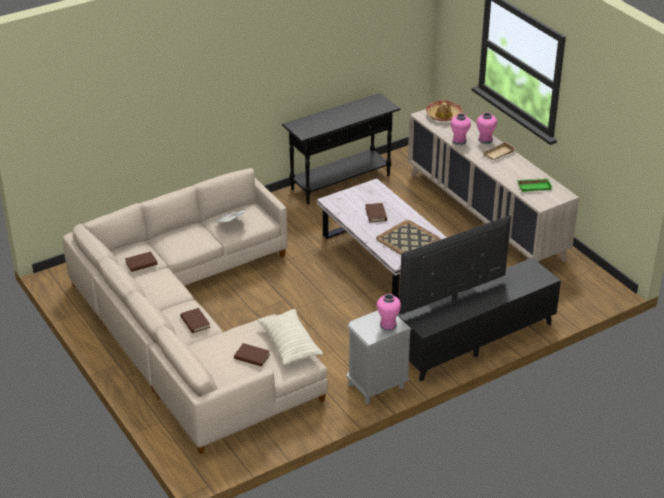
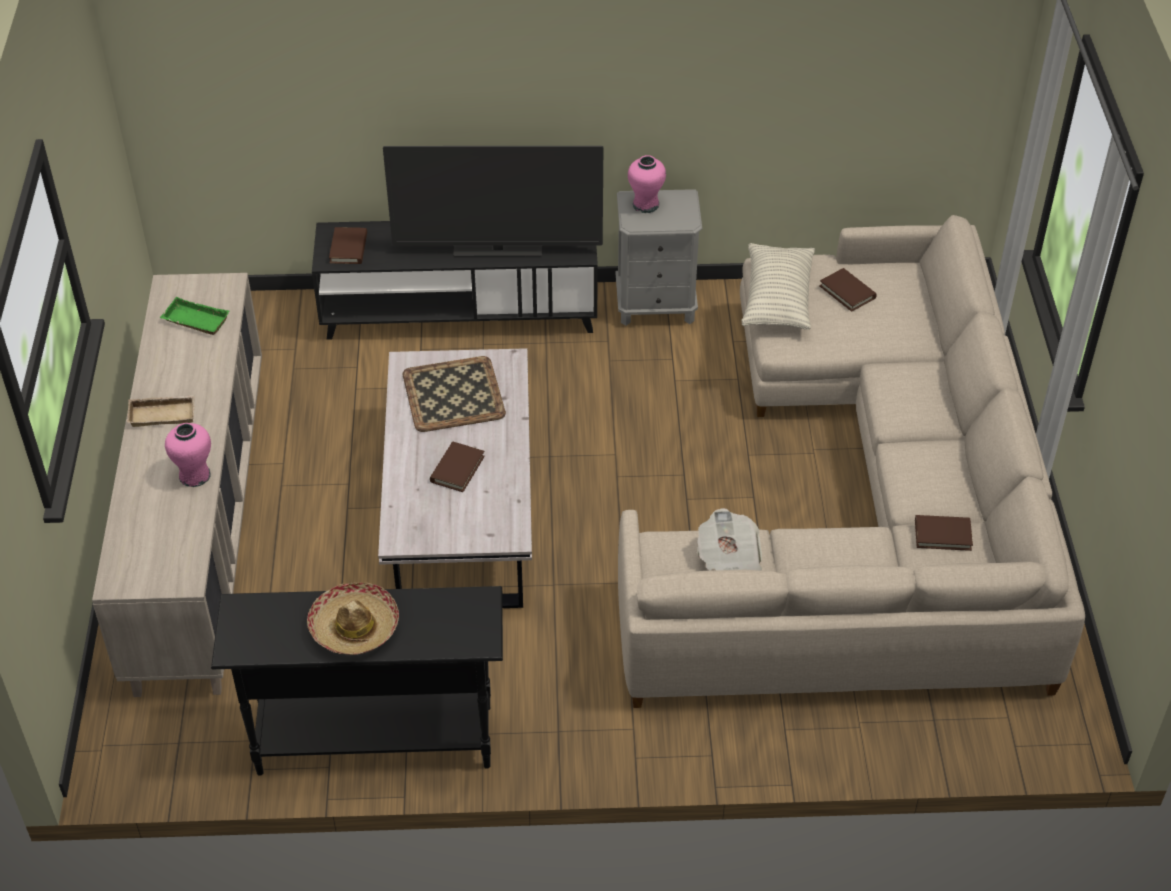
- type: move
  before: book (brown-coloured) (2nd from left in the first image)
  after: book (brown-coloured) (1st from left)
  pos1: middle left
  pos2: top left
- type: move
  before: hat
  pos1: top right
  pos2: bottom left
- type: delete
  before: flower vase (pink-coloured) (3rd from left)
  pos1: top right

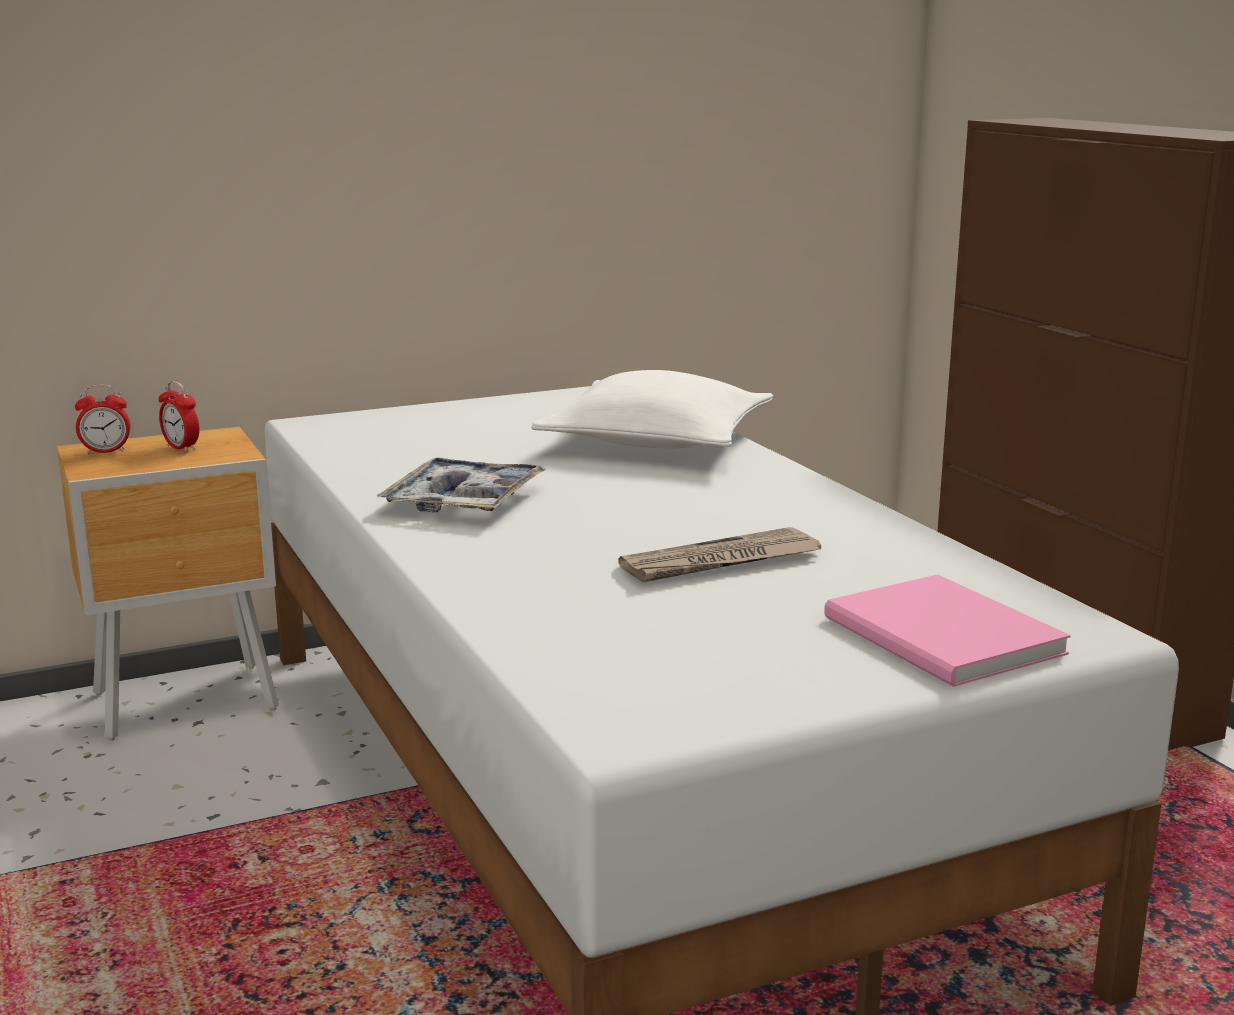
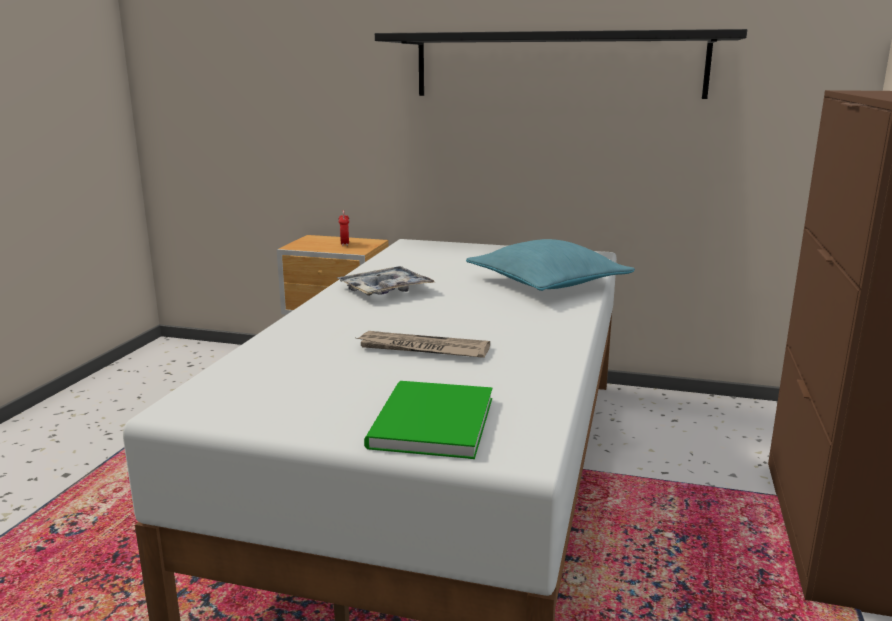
- type: delete
  before: table clock (1st from left)
  pos1: middle left
- type: recolor
  before: pillow (white-coloured)
  after: pillow (blue-green)
  pos1: centre
  pos2: centre
- type: recolor
  before: book (pink-coloured)
  after: book (green-coloured)
  pos1: middle right
  pos2: bottom centre
- type: insert
  after: shelf (black-coloured)
  pos2: top centre

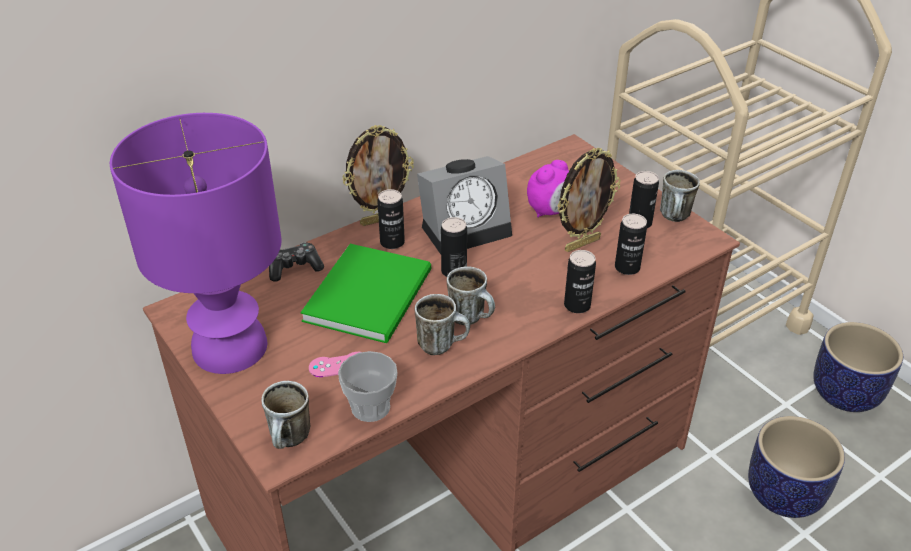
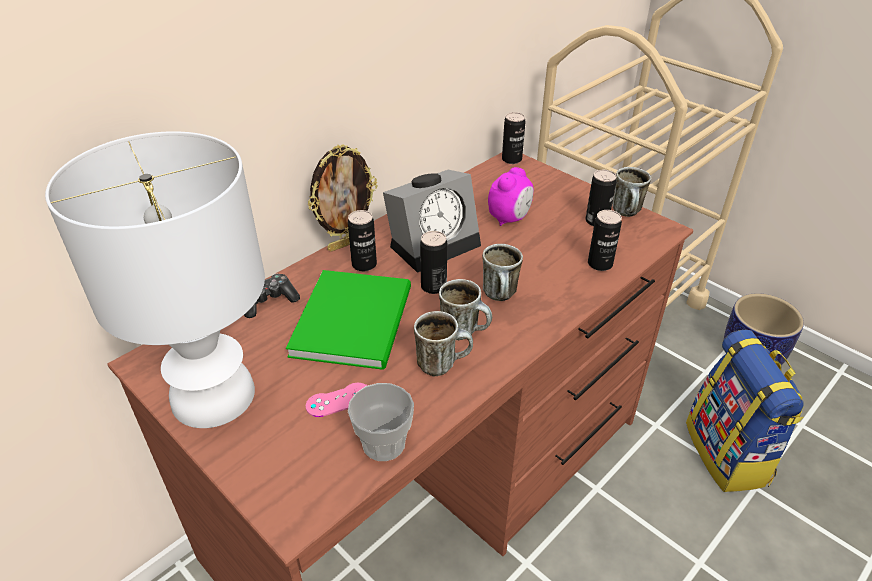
- type: recolor
  before: table lamp (purple)
  after: table lamp (white-coloured)
  pos1: middle left
  pos2: middle left
- type: move
  before: mug (1st from left in the first image)
  after: mug (3rd from left)
  pos1: bottom left
  pos2: centre
- type: delete
  before: picture frame (2nd from left)
  pos1: centre
- type: move
  before: sealed can (3rd from left)
  pos1: centre
  pos2: top centre
- type: replace
  before: planter (1st from left)
  after: rucksack
  pos1: bottom right
  pos2: bottom right

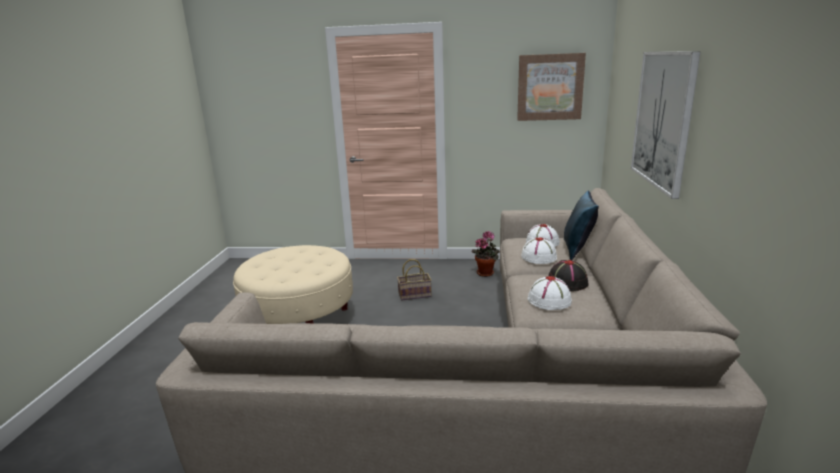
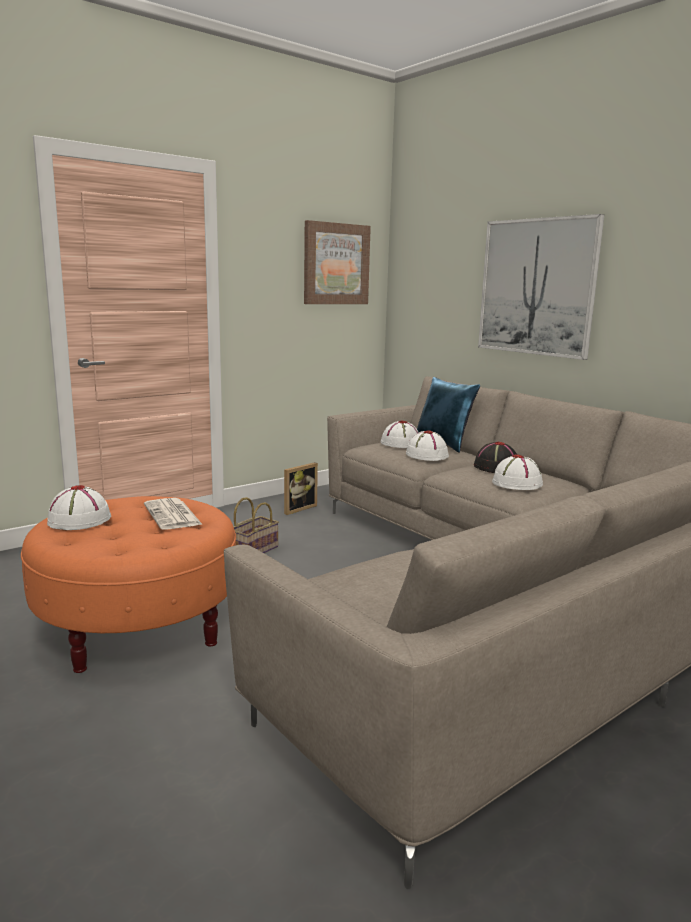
- type: recolor
  before: ottoman (sand-coloured)
  after: ottoman (orange)
  pos1: centre
  pos2: middle left
- type: replace
  before: potted plant
  after: picture frame
  pos1: centre
  pos2: centre
- type: insert
  after: hat (white-coloured) (1st from left)
  pos2: middle left
- type: insert
  after: daily paper
  pos2: middle left

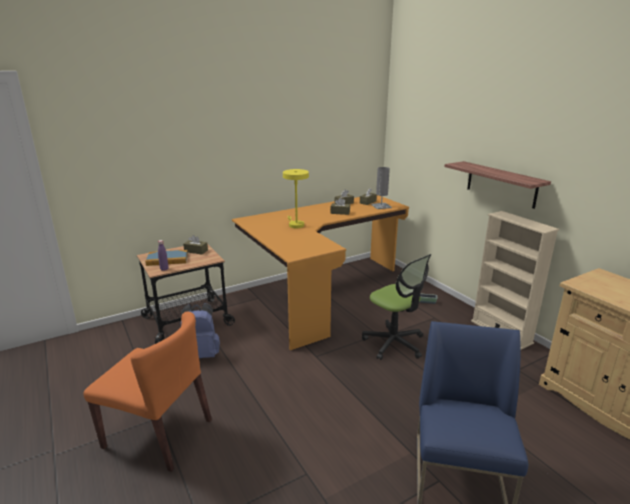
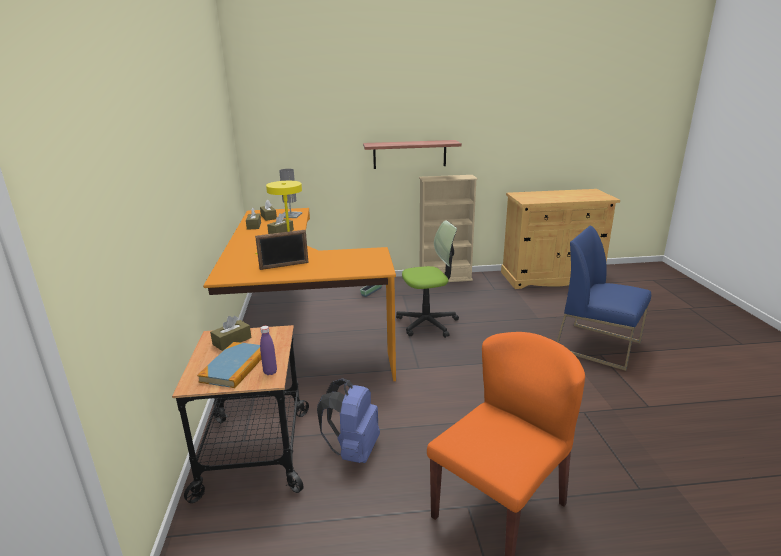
- type: insert
  after: picture frame
  pos2: centre

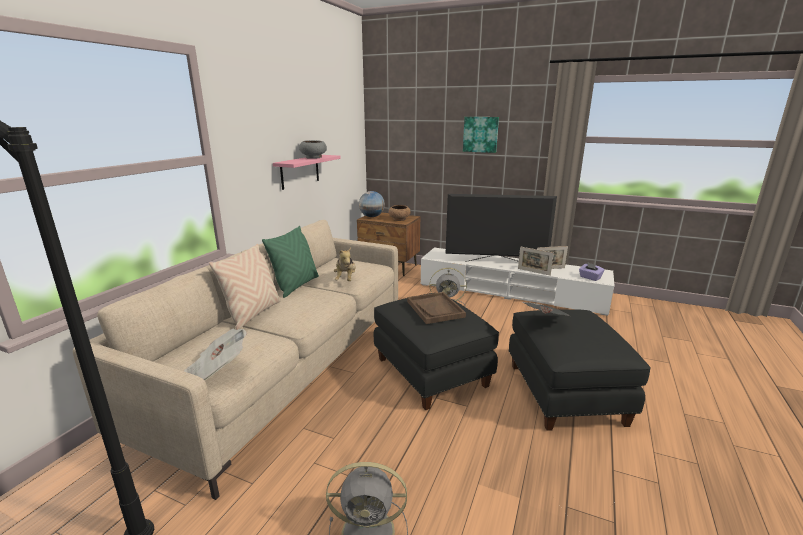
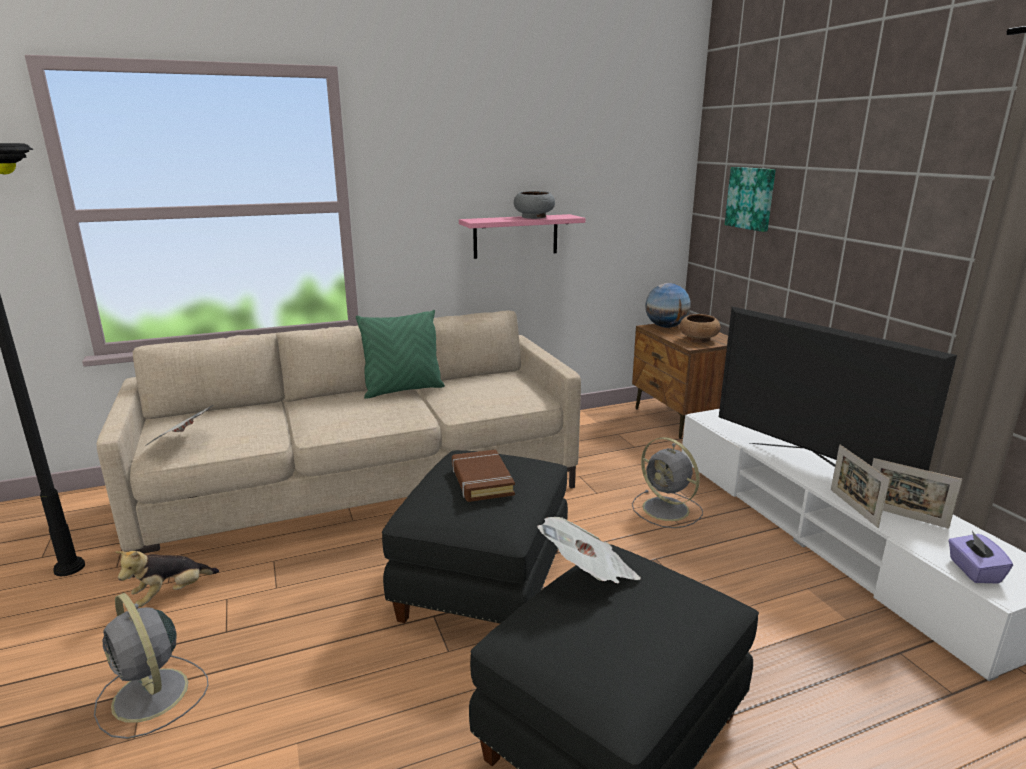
- type: delete
  before: pillow (sand-coloured)
  pos1: middle left
- type: move
  before: cuddly toy
  pos1: centre
  pos2: bottom left
- type: replace
  before: tray (brown-coloured)
  after: book (brown-coloured)
  pos1: centre
  pos2: centre
- type: move
  before: wall picture
  pos1: top centre
  pos2: top right

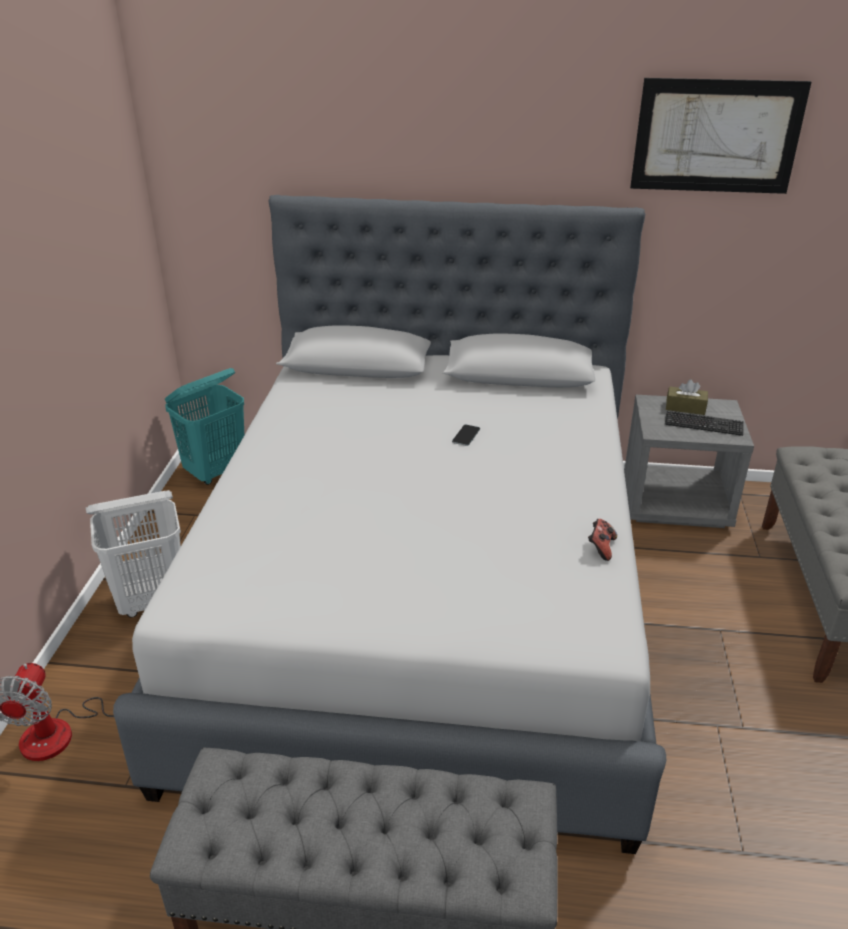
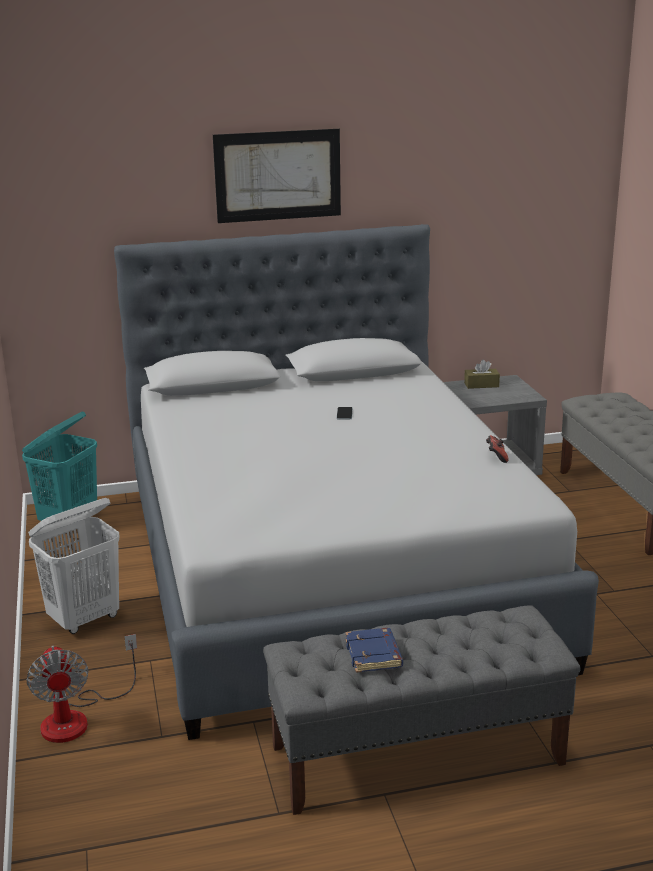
- type: move
  before: wall picture
  pos1: top right
  pos2: top centre
- type: delete
  before: computer keyboard
  pos1: middle right
- type: insert
  after: book (bluish)
  pos2: bottom centre

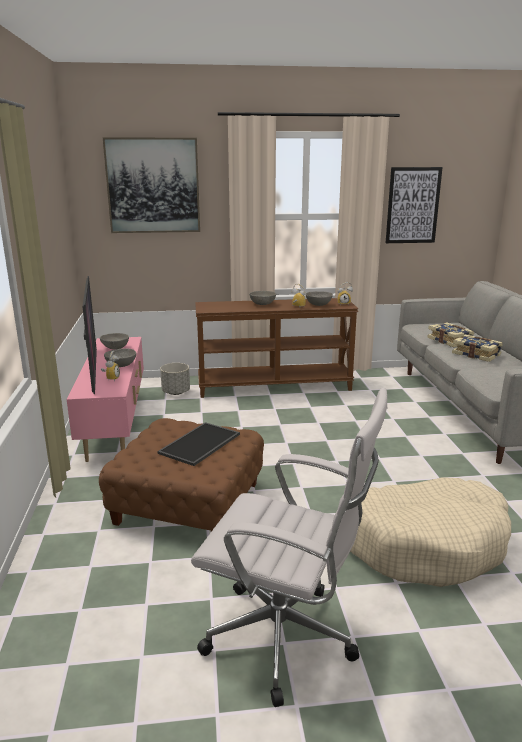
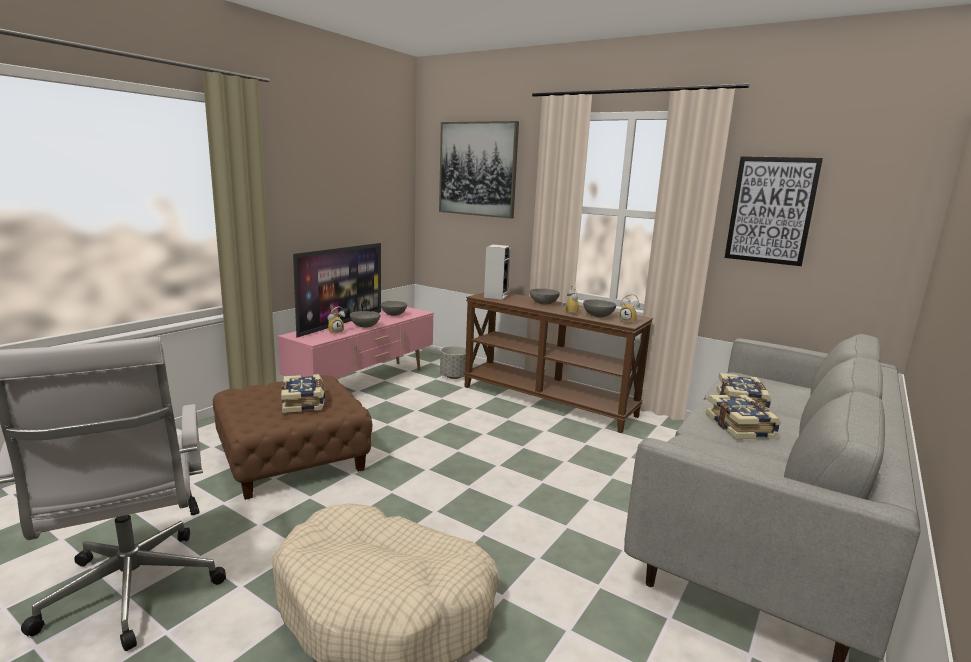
- type: replace
  before: tray
  after: book (1st from left)
  pos1: centre
  pos2: middle left
- type: insert
  after: speaker
  pos2: centre

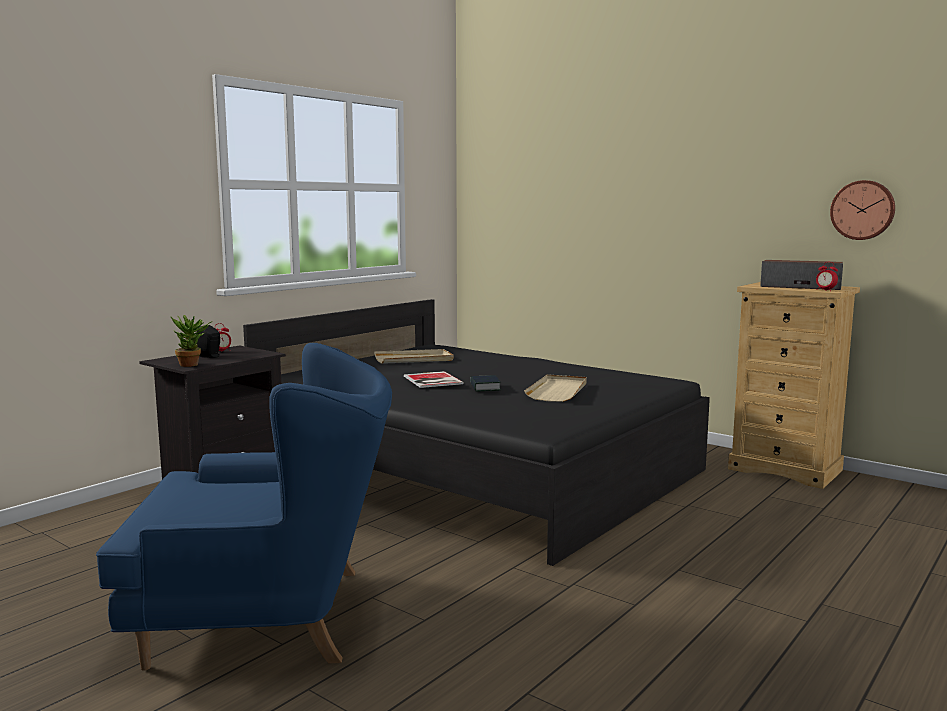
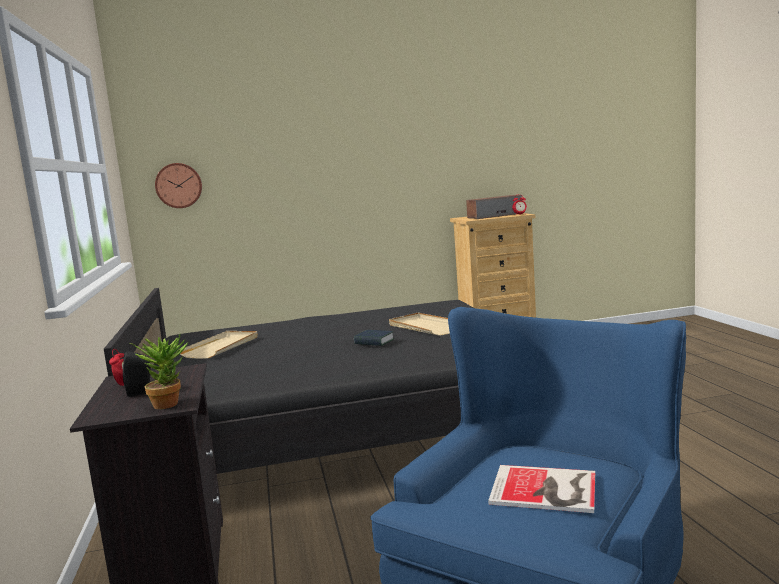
- type: move
  before: book (1st from left in the first image)
  after: book (2nd from left)
  pos1: centre
  pos2: bottom right
- type: move
  before: hanging clock
  pos1: top right
  pos2: top left

